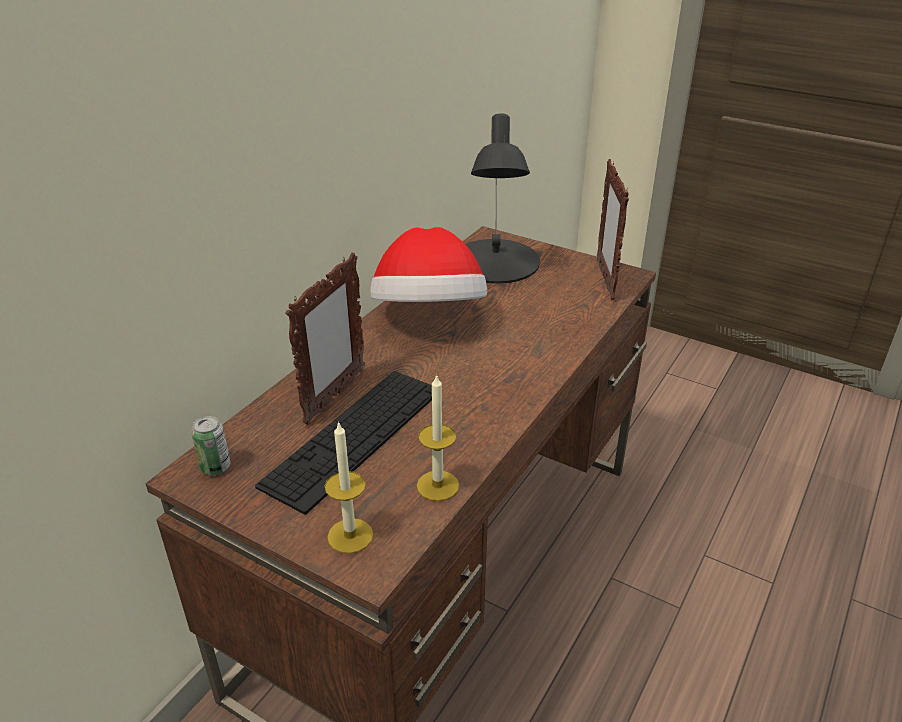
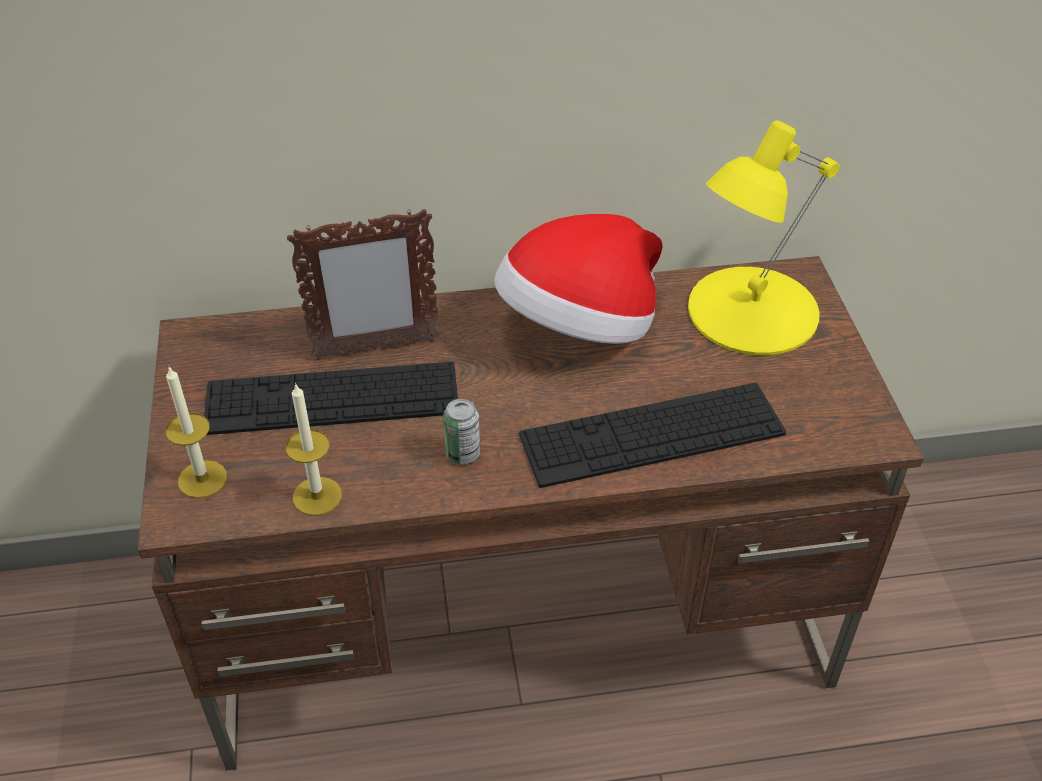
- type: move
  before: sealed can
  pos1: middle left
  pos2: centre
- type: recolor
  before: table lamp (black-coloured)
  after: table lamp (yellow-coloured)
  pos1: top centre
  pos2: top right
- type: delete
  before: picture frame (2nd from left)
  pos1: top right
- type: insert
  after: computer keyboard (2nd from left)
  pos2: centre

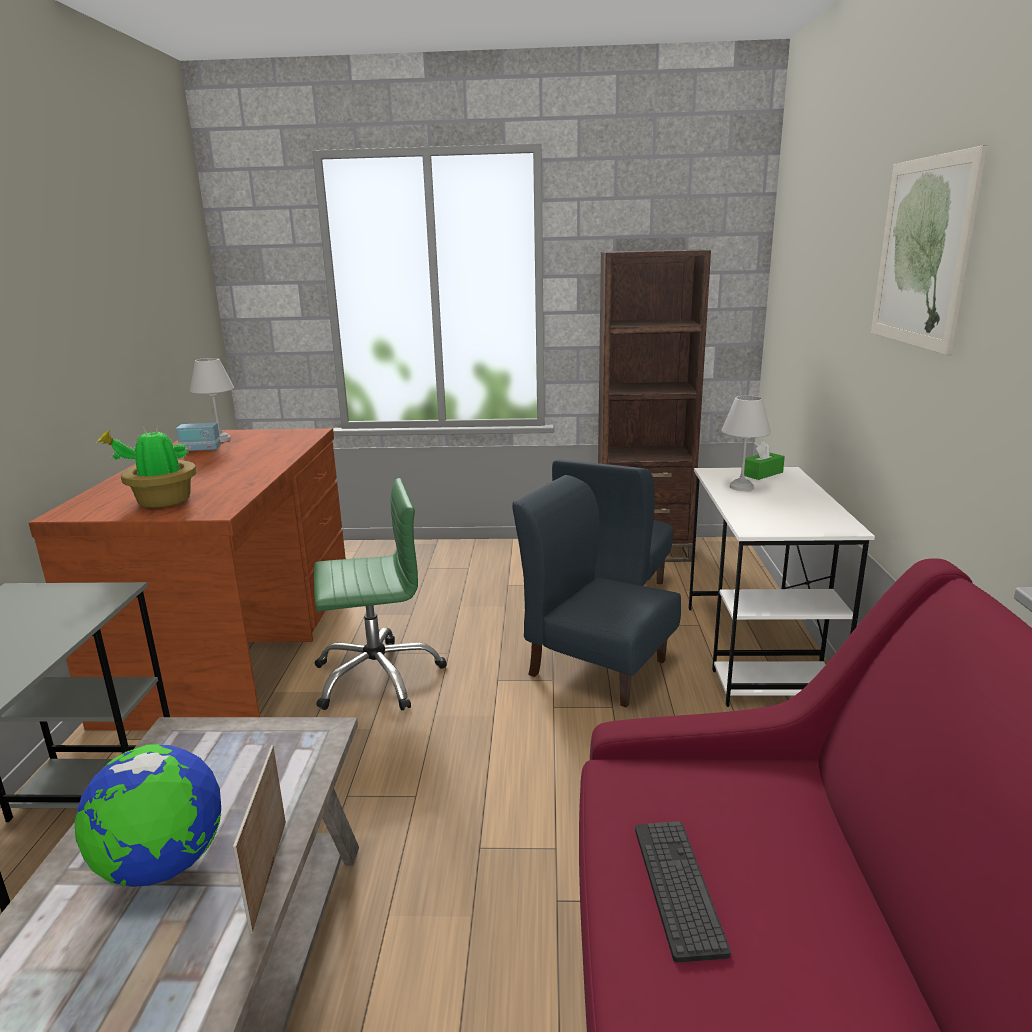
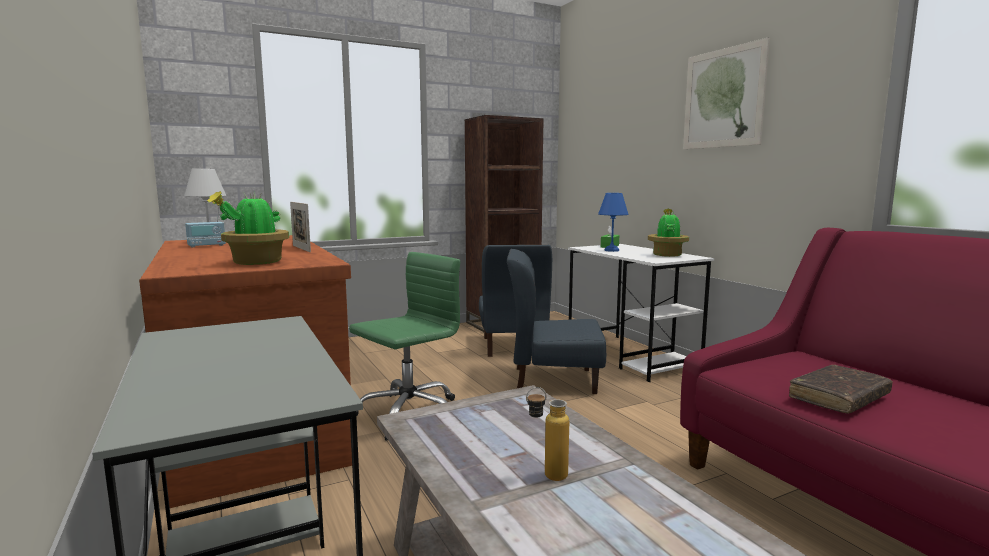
- type: replace
  before: desk globe
  after: bottle
  pos1: bottom left
  pos2: bottom centre
- type: move
  before: picture frame
  pos1: bottom left
  pos2: middle left
- type: replace
  before: computer keyboard
  after: book (brown-coloured)
  pos1: bottom centre
  pos2: bottom right
- type: recolor
  before: table lamp (white-coloured) (2nd from left)
  after: table lamp (bluish)
  pos1: middle right
  pos2: centre
- type: insert
  after: potted plant (2nd from left)
  pos2: middle right

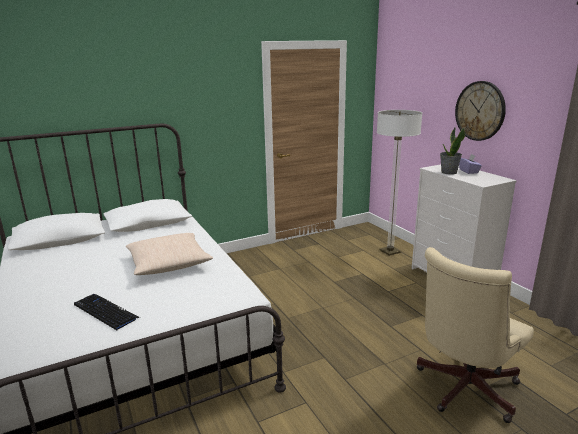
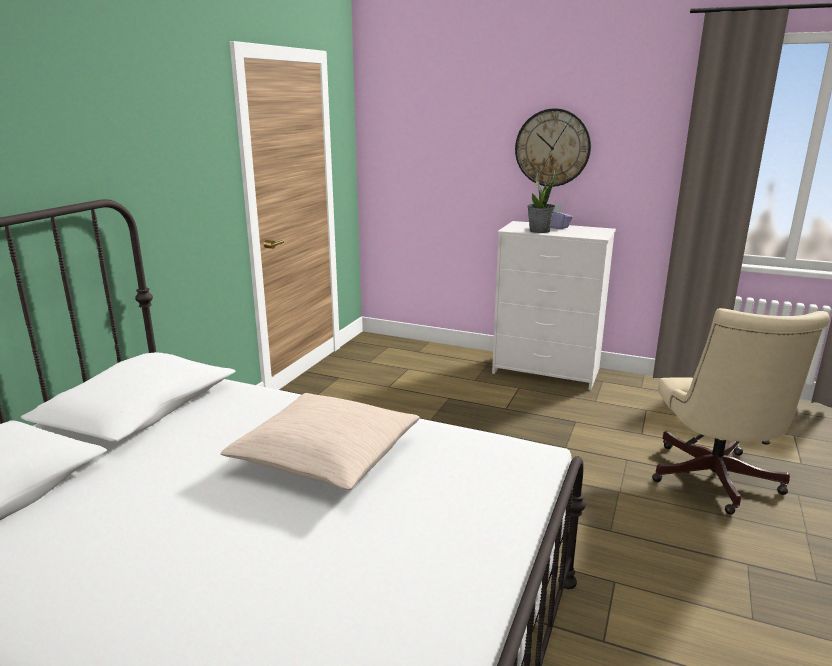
- type: delete
  before: computer keyboard
  pos1: bottom left
- type: delete
  before: standard lamp
  pos1: middle right

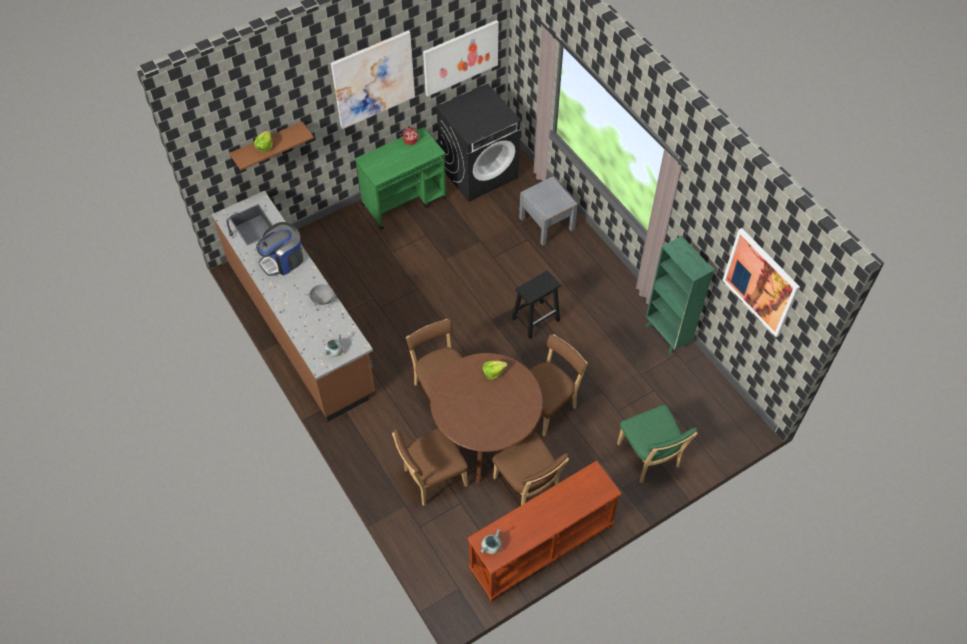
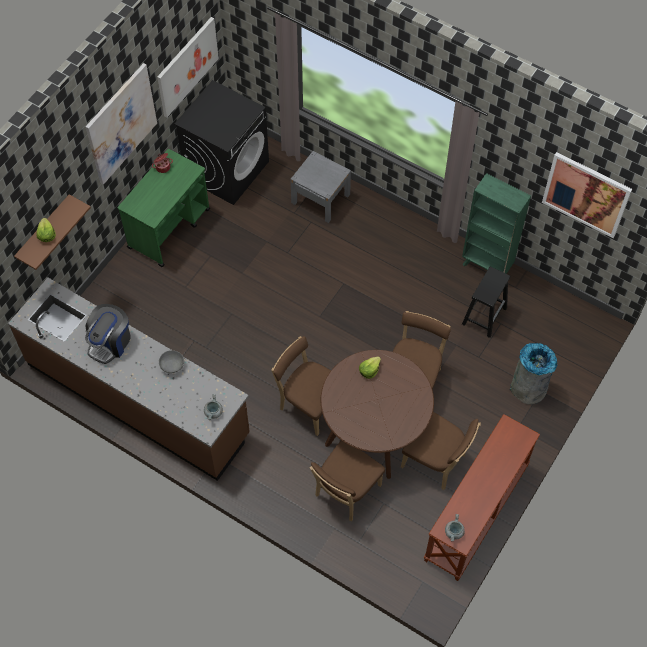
- type: move
  before: stool seat (black-coloured)
  pos1: centre
  pos2: middle right
- type: replace
  before: chair (green-coloured)
  after: rubbish bin (gray)
  pos1: bottom right
  pos2: middle right

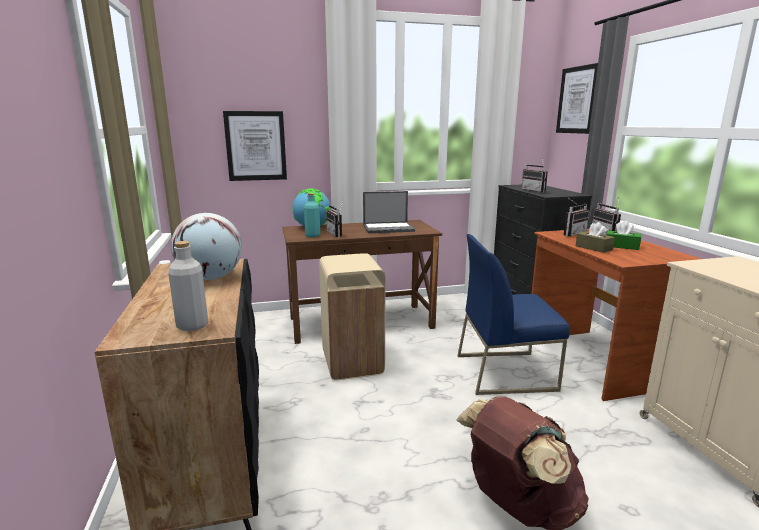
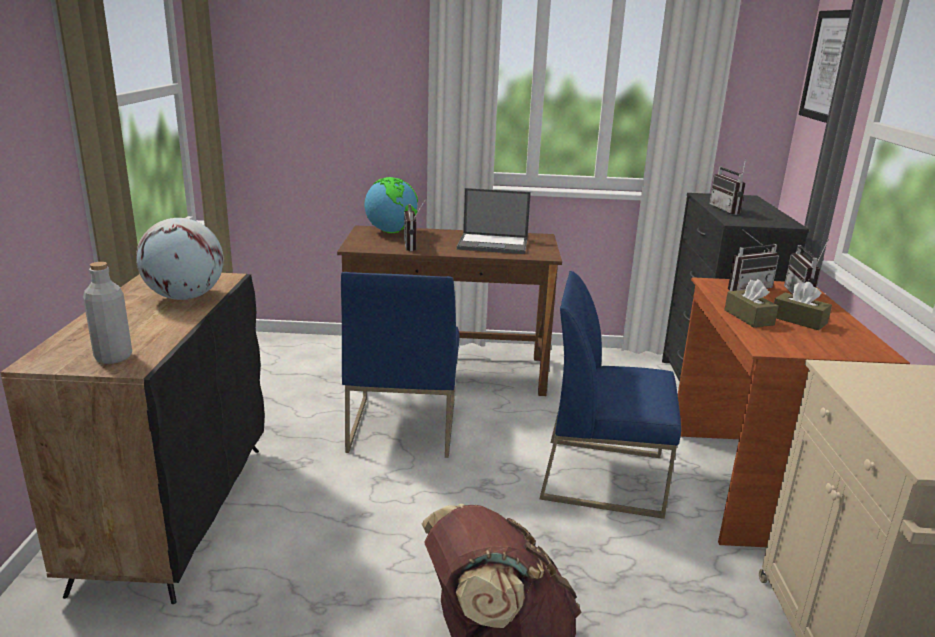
- type: delete
  before: wall picture (1st from left)
  pos1: top centre
- type: delete
  before: bottle (blue-green)
  pos1: centre
- type: replace
  before: rubbish bin (sand-coloured)
  after: chair (bluish) (1st from left)
  pos1: centre
  pos2: centre
- type: recolor
  before: tissue box (green-coloured)
  after: tissue box (brown-coloured) (2nd from left)
  pos1: middle right
  pos2: middle right

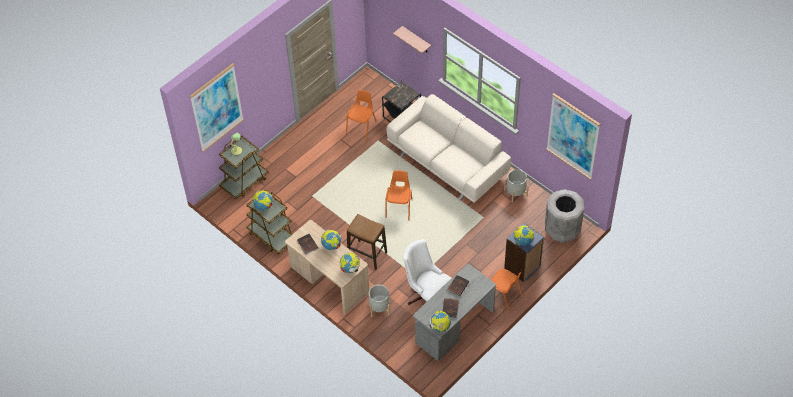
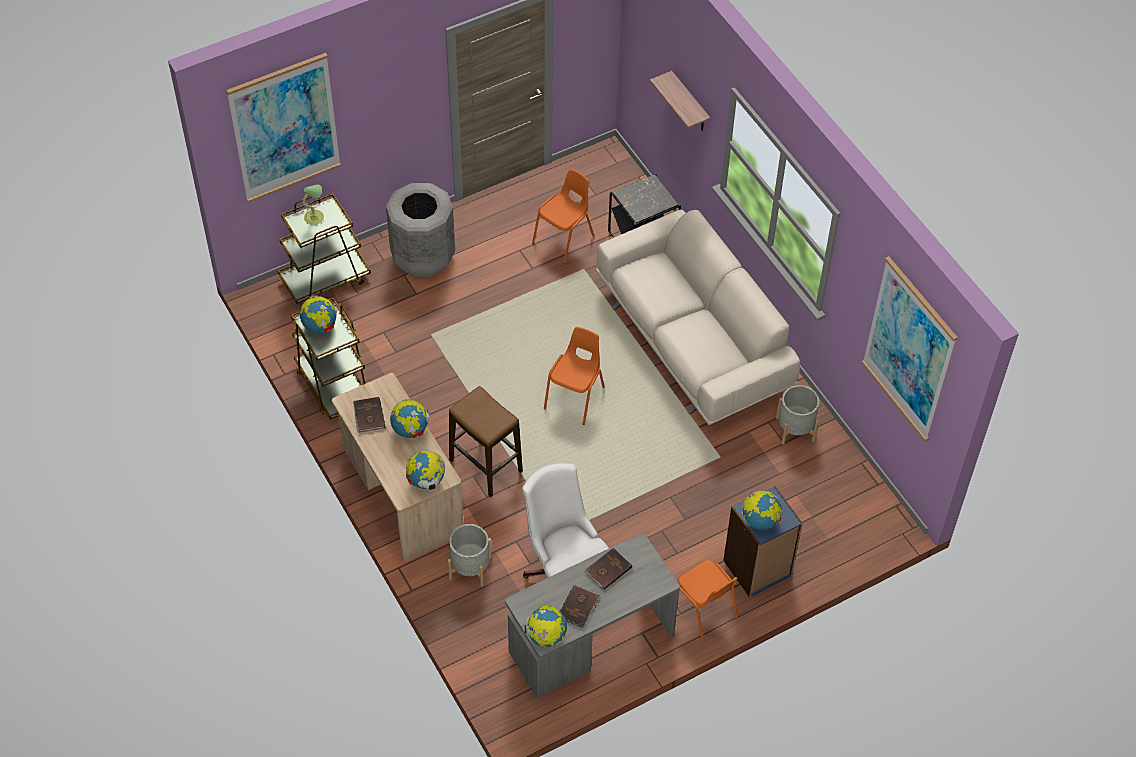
- type: move
  before: rubbish bin (gray)
  pos1: middle right
  pos2: top centre

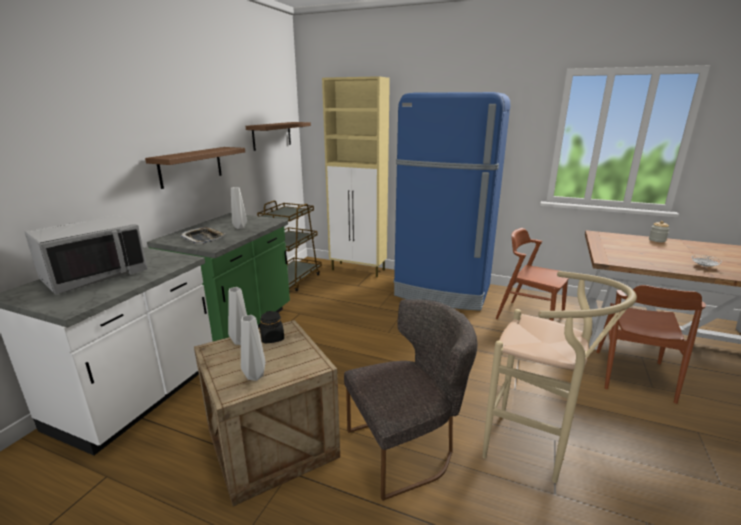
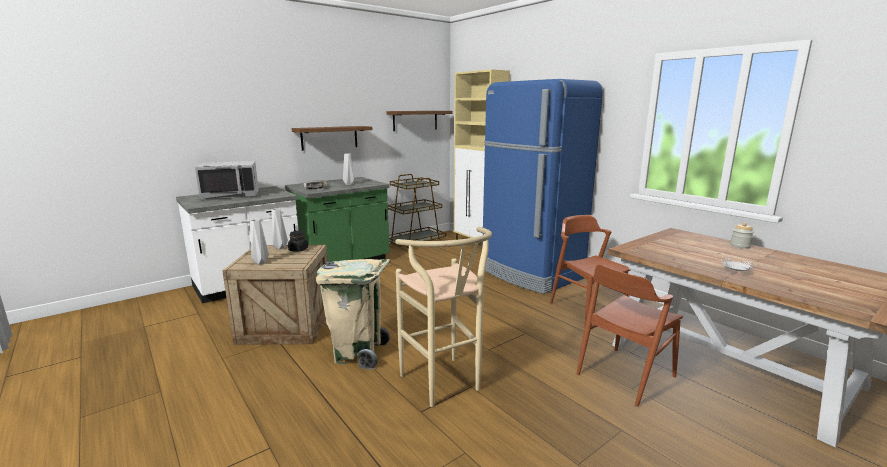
- type: replace
  before: chair (gray)
  after: rubbish bin (sand-coloured)
  pos1: bottom centre
  pos2: bottom centre

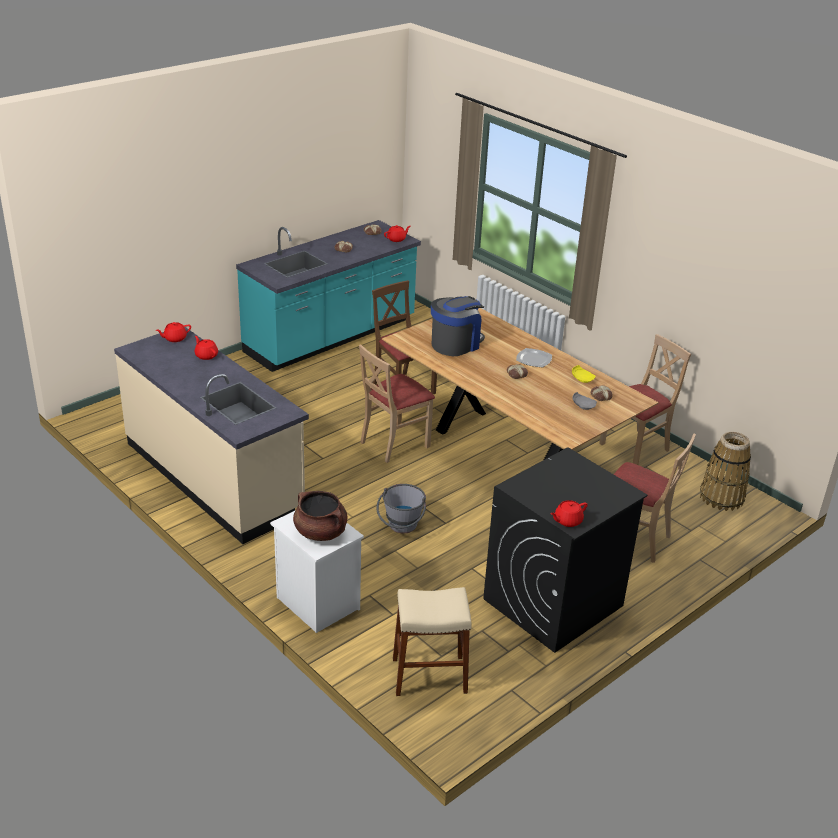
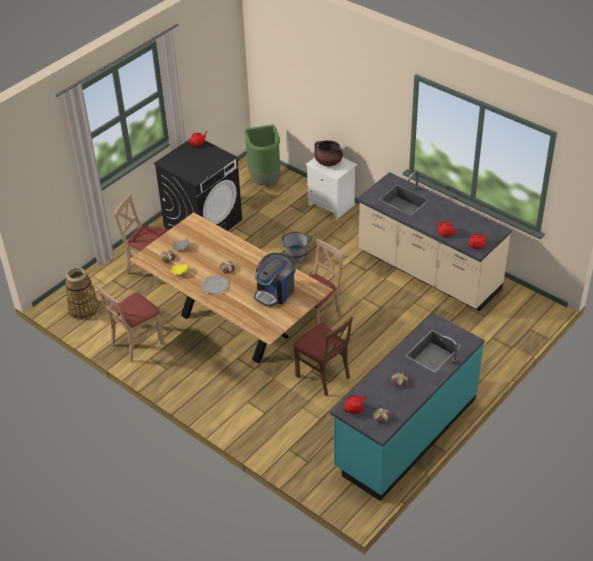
- type: replace
  before: stool seat (sand-coloured)
  after: rubbish bin (green-coloured)
  pos1: bottom centre
  pos2: top centre

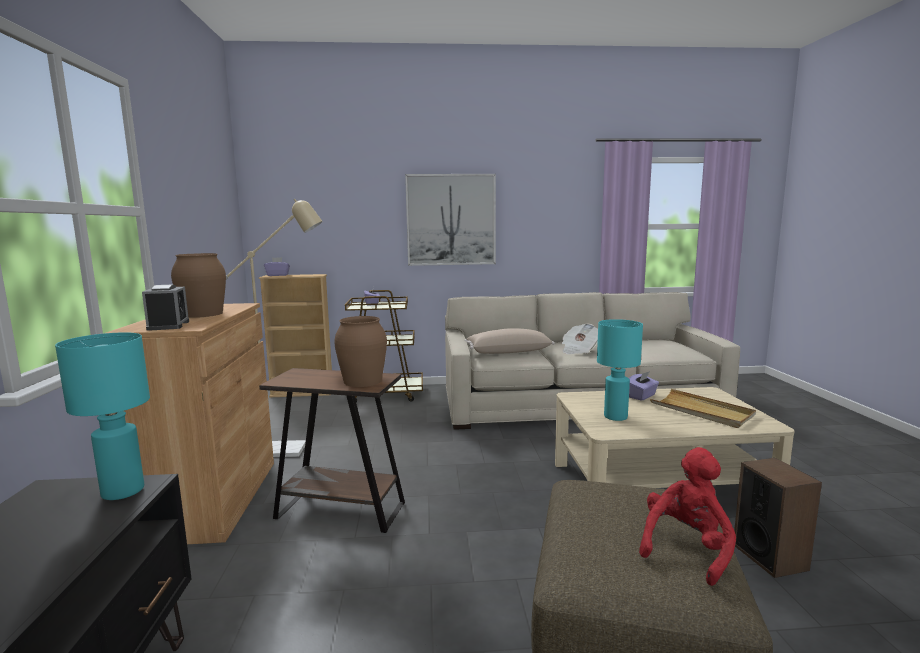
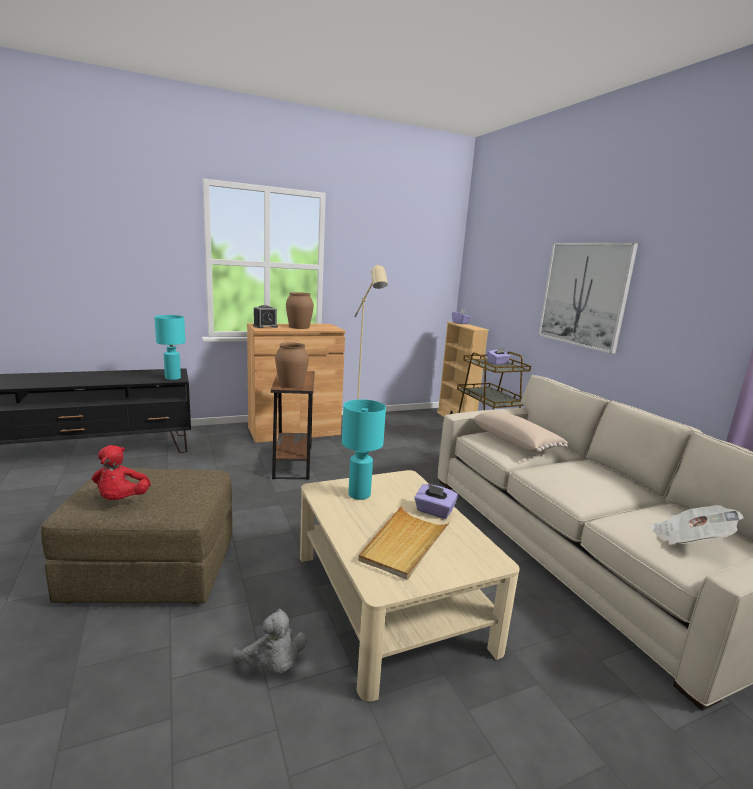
- type: move
  before: daily paper
  pos1: centre
  pos2: middle right
- type: rotate
  before: cuddly toy (reddish)
  pos1: bottom right
  pos2: middle left
  turn: 60
- type: replace
  before: speaker
  after: cuddly toy (gray)
  pos1: bottom right
  pos2: bottom centre

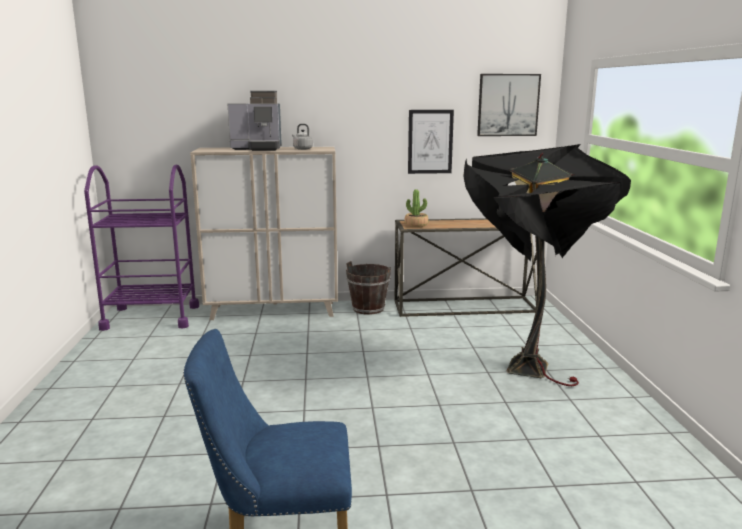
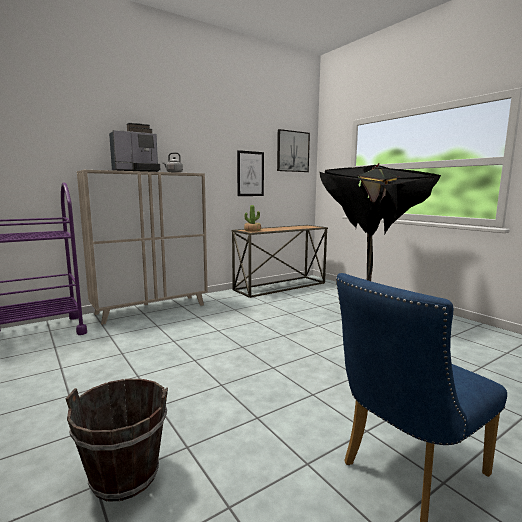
- type: move
  before: pail (brown-coloured)
  pos1: centre
  pos2: bottom left

